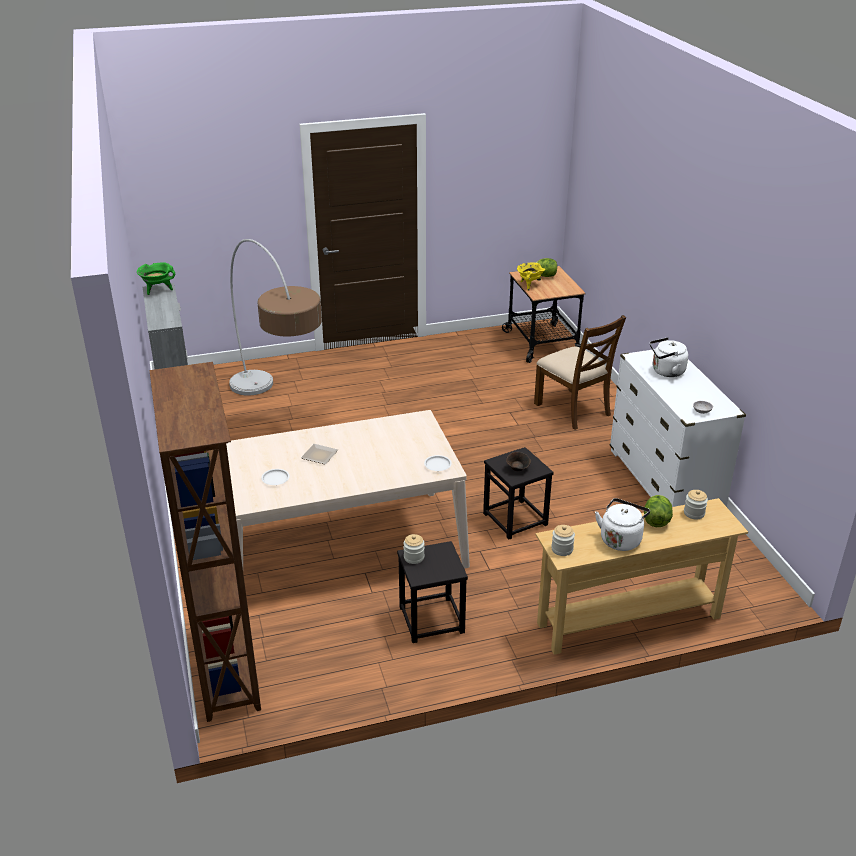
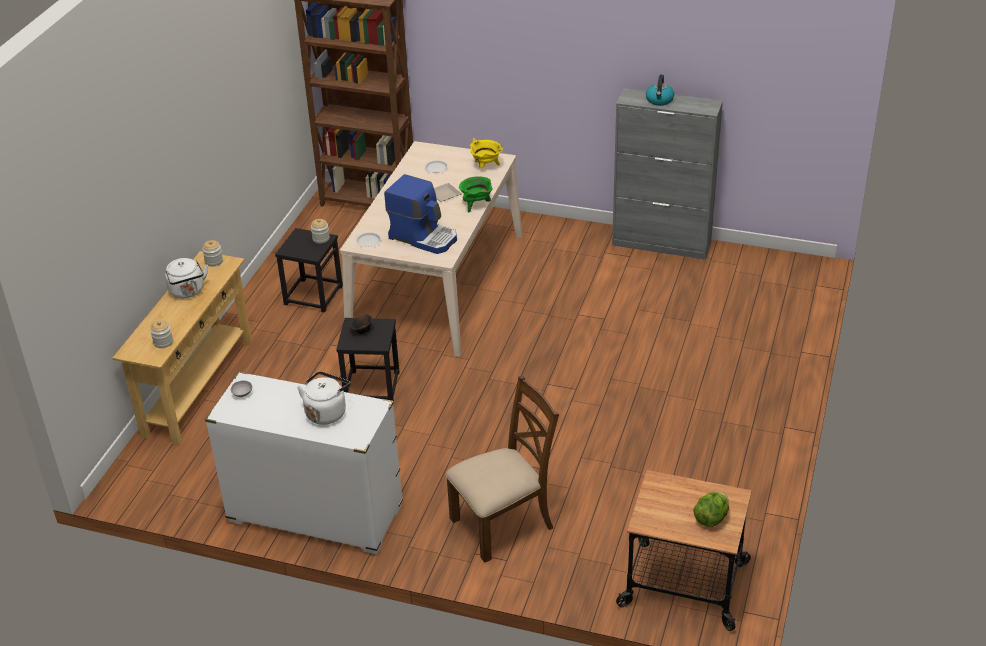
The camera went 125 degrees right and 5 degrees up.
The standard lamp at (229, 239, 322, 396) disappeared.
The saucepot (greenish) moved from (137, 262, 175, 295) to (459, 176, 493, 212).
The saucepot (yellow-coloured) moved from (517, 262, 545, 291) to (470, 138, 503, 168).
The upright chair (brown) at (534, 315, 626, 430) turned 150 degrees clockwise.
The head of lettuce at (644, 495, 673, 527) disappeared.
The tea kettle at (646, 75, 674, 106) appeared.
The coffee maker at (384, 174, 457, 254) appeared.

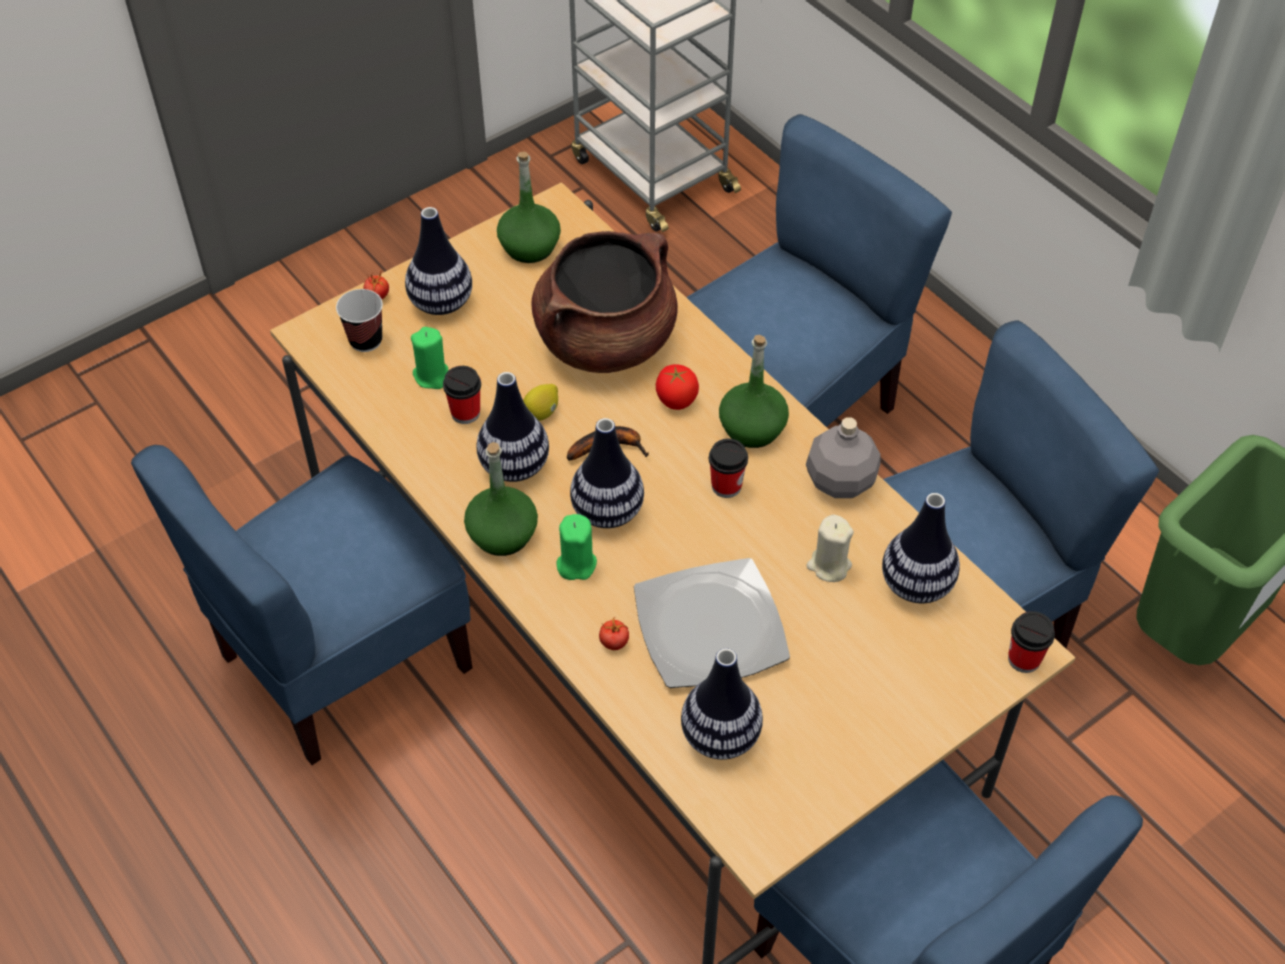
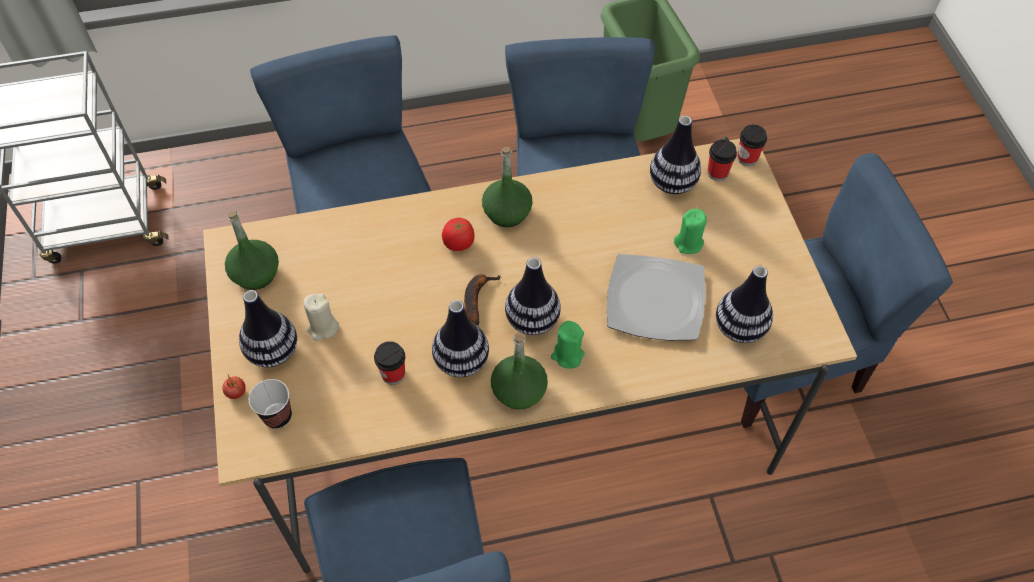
The camera went 65 degrees left and 5 degrees up.
The saucepot (brown) at (531, 231, 678, 373) disappeared.
The wax light (greenish) moved from (411, 327, 448, 389) to (674, 209, 707, 254).
The citrus fruit at (523, 384, 558, 421) disappeared.
The bottle (greyish) at (806, 417, 881, 498) disappeared.
The small cup moved from (709, 438, 748, 498) to (708, 139, 737, 181).
The wax light (sand-coloured) moved from (806, 515, 854, 582) to (304, 294, 339, 341).
The whole tomato at (599, 617, 629, 650) disappeared.

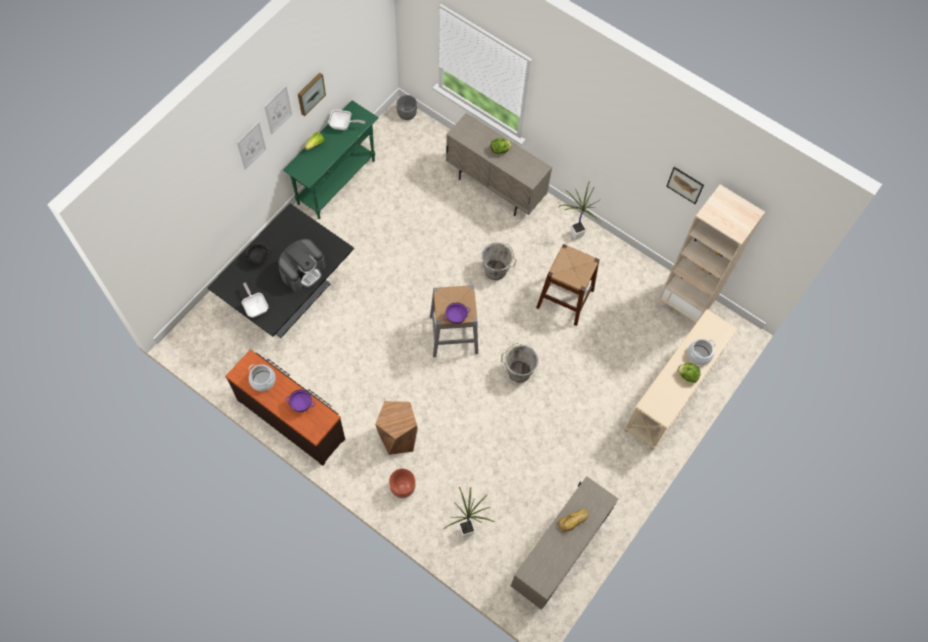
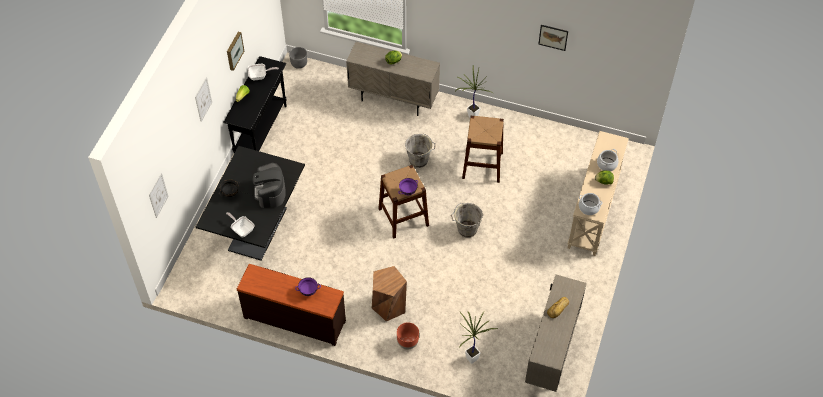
The camera went 15 degrees left and 10 degrees down.
The wall picture moved from (264, 86, 292, 135) to (149, 173, 169, 218).
The console table (greenish) at (283, 100, 378, 219) became the console table (blackish) at (223, 56, 287, 153).
The bookshelf (sand-coloured) at (658, 184, 765, 327) disappeared.
The coffee maker at (278, 239, 326, 292) turned 150 degrees clockwise.
The stool (greyish) at (430, 285, 478, 357) became the stool (brown) at (378, 165, 429, 239).
The saucepot moved from (249, 364, 276, 391) to (579, 193, 603, 215).

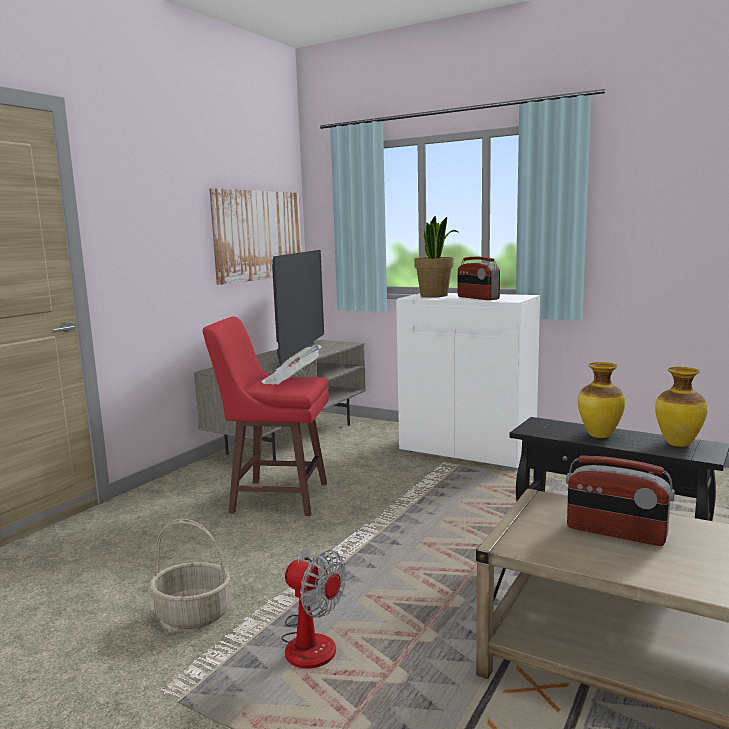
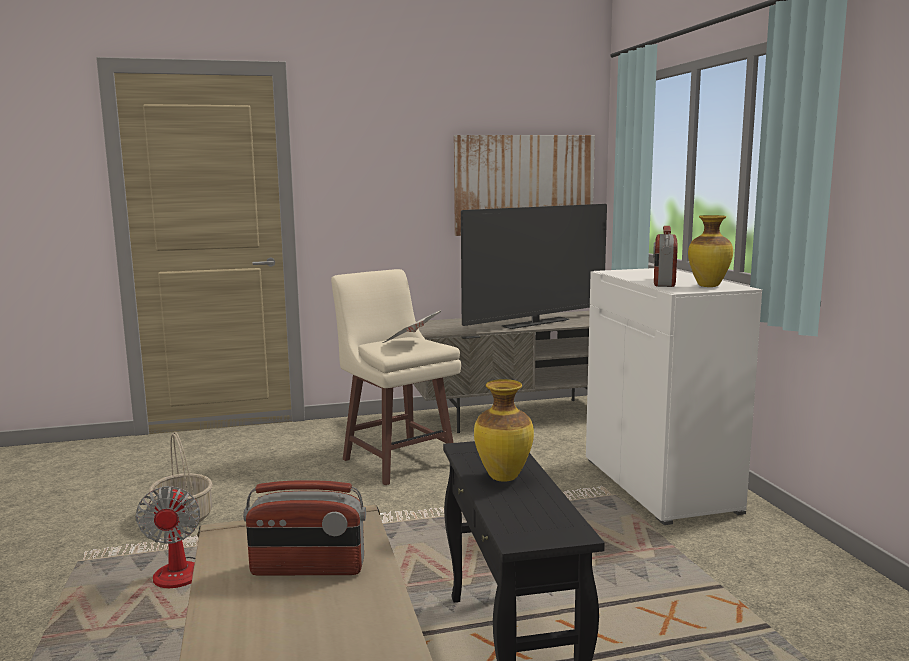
The camera went 45 degrees right and 0 degrees up.
The potted plant at (414, 216, 459, 297) disappeared.
The stool (red) at (203, 316, 329, 516) became the stool (sand-coloured) at (331, 269, 461, 485).
The flower vase moved from (655, 367, 708, 447) to (688, 215, 733, 287).
The radio receiver at (566, 455, 675, 546) turned 75 degrees counterclockwise.

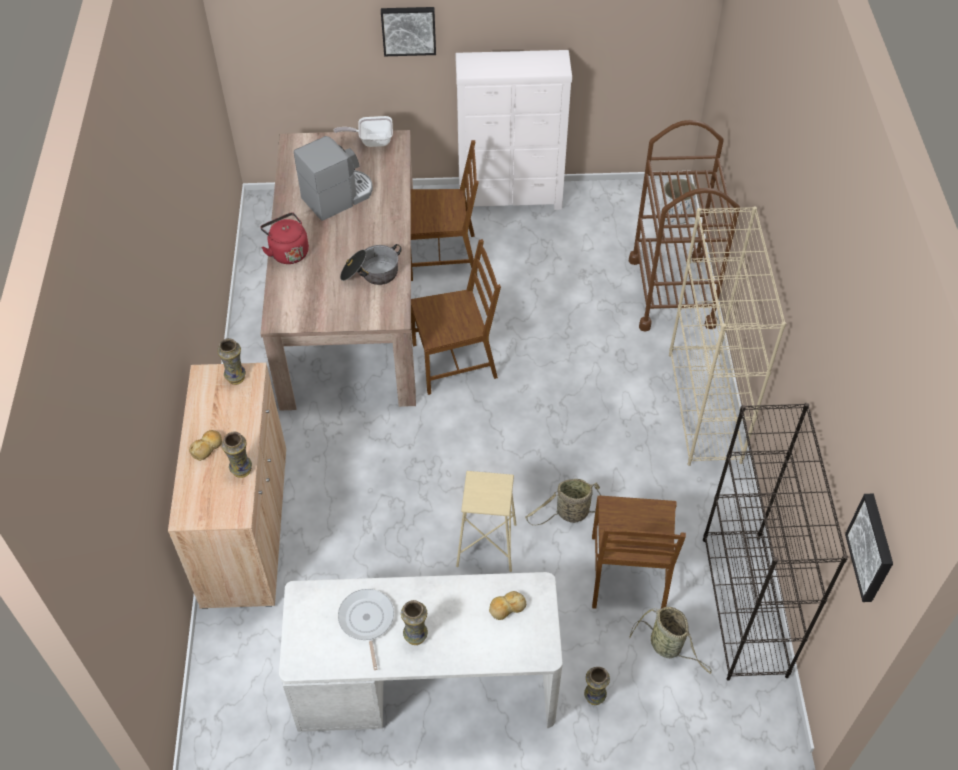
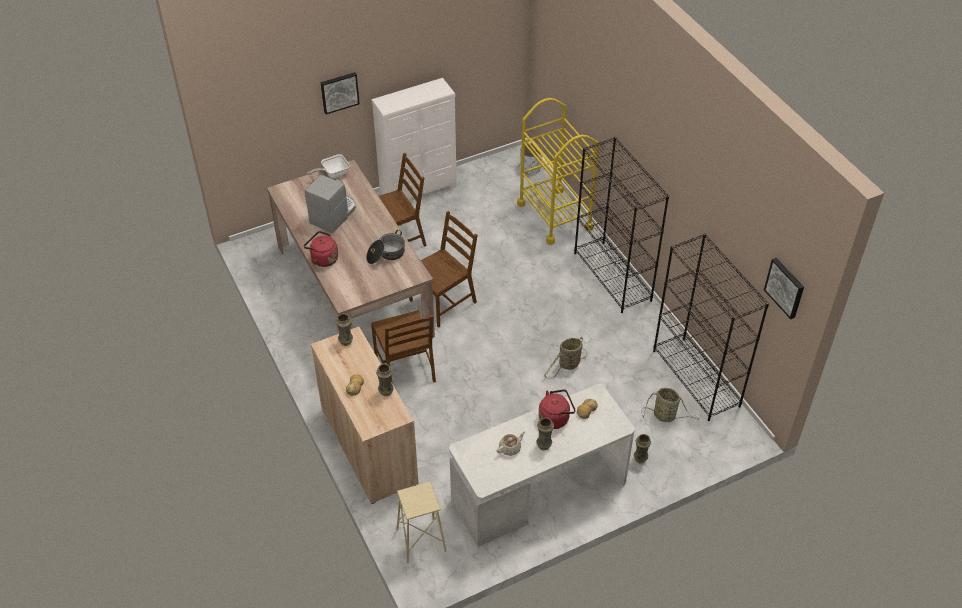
The camera went 25 degrees left and 5 degrees down.
The trolley (brown) at (629, 120, 740, 332) became the trolley (yellow-coloured) at (517, 98, 599, 245).
The bookshelf (sand-coloured) at (669, 206, 786, 466) became the bookshelf (blackish) at (574, 137, 669, 313).
The stool (sand-coloured) moved from (456, 471, 516, 572) to (397, 482, 447, 564).
The upright chair (brown) moved from (592, 495, 686, 609) to (371, 310, 436, 384).
The frying pan at (338, 589, 394, 670) was replaced by the tea pot (sand-coloured) at (496, 431, 525, 456).
The tea kettle (red) at (538, 389, 576, 429) appeared.

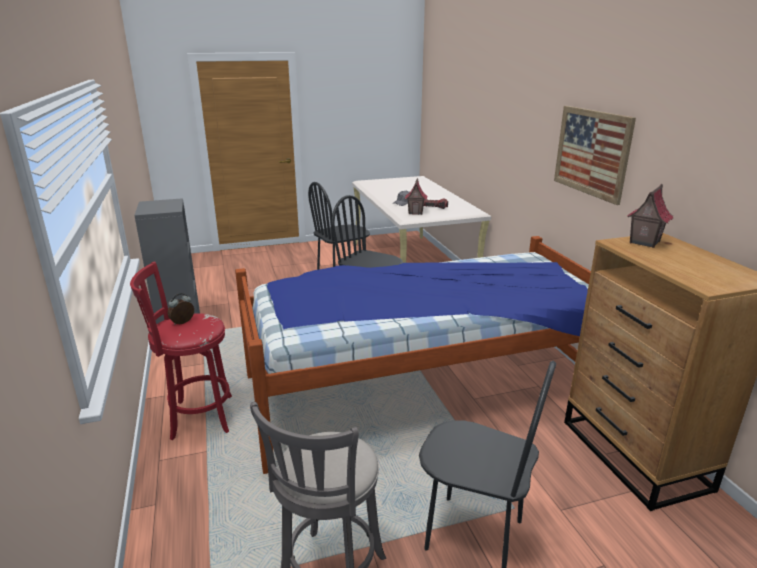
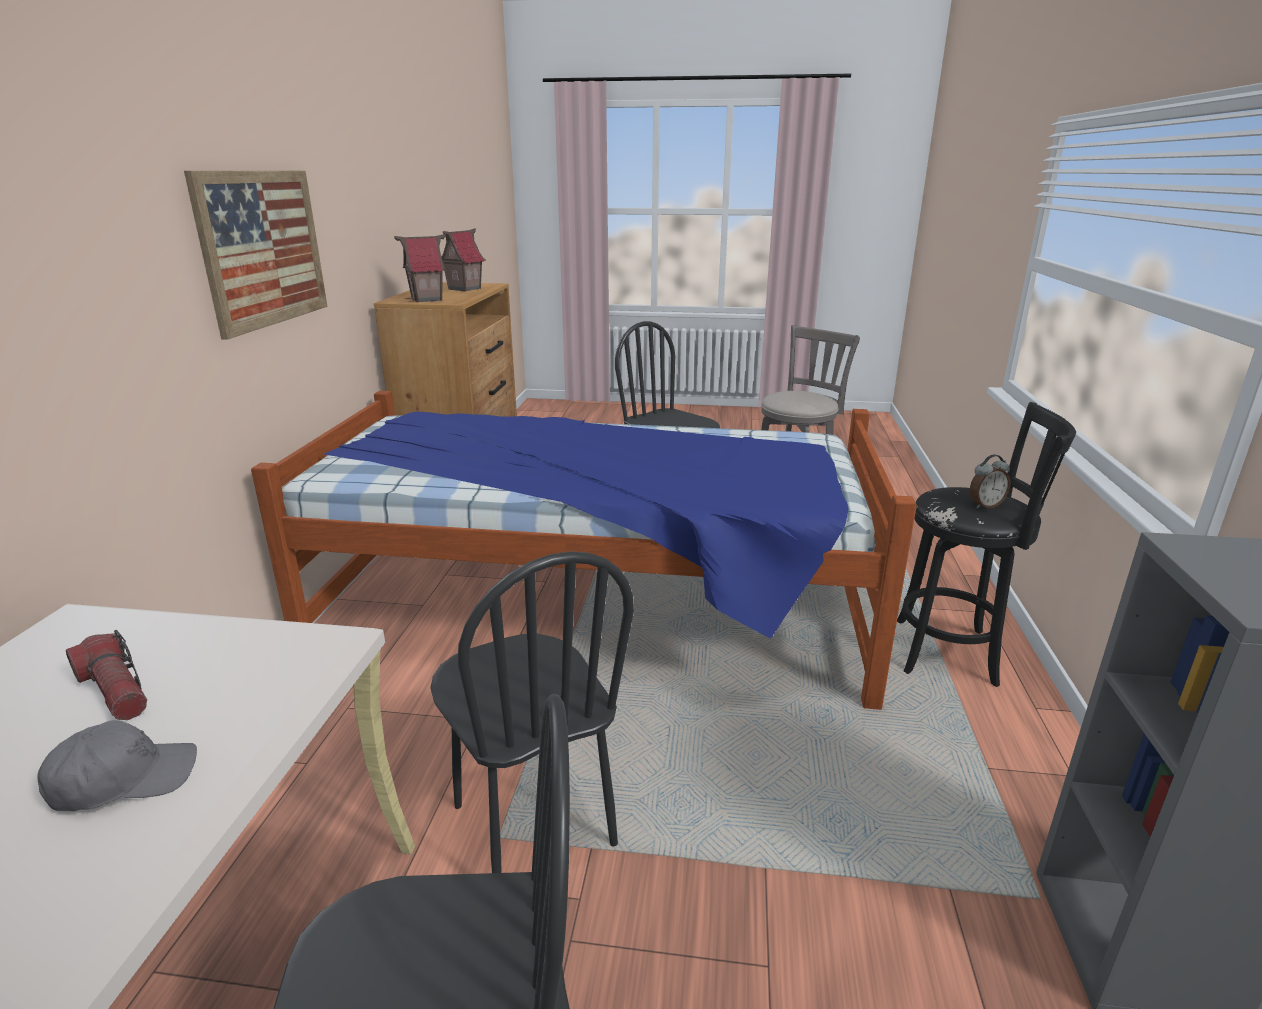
The camera went 155 degrees left and 0 degrees up.
The miniature house moved from (405, 178, 428, 215) to (442, 228, 486, 292).
The stool (red) at (130, 261, 232, 440) became the stool (blackish) at (897, 402, 1076, 687).

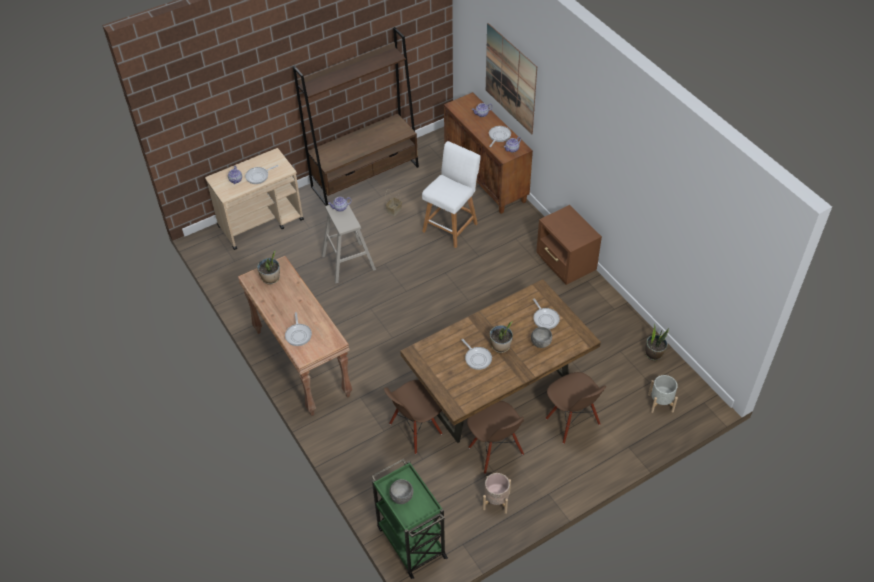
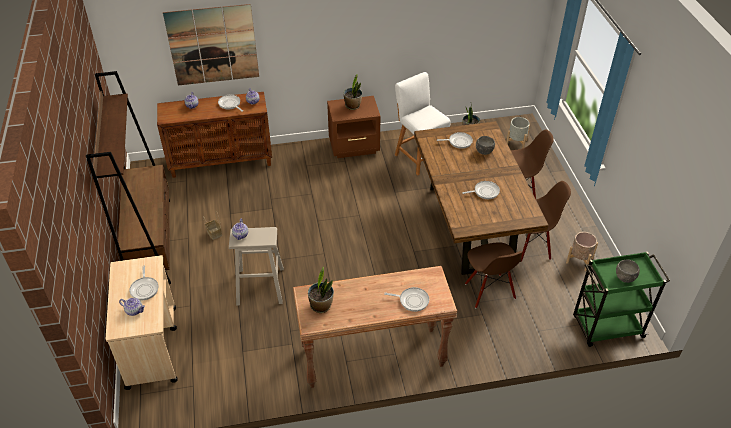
The camera went 70 degrees left and 5 degrees down.
The stool (white-coloured) moved from (422, 141, 481, 248) to (395, 72, 450, 176).
The potted plant moved from (490, 322, 513, 353) to (344, 74, 362, 110).

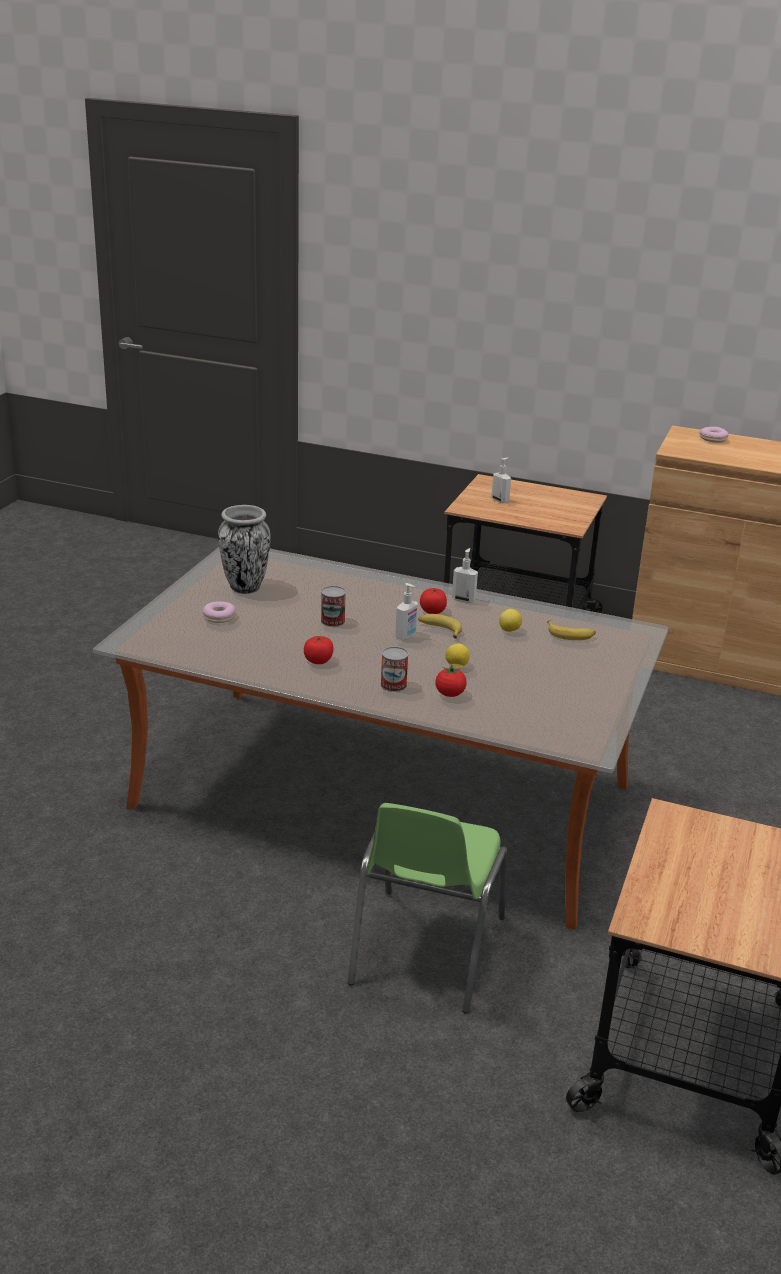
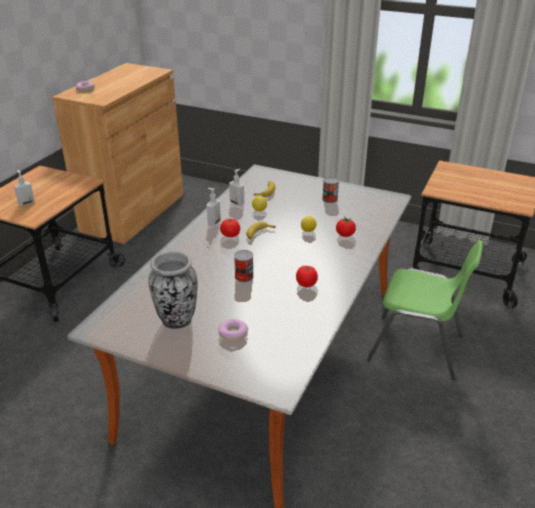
The camera went 85 degrees left and 5 degrees up.
The soap bottle moved from (395, 583, 418, 640) to (229, 169, 244, 206).
The can moved from (380, 647, 409, 692) to (322, 177, 339, 203).

